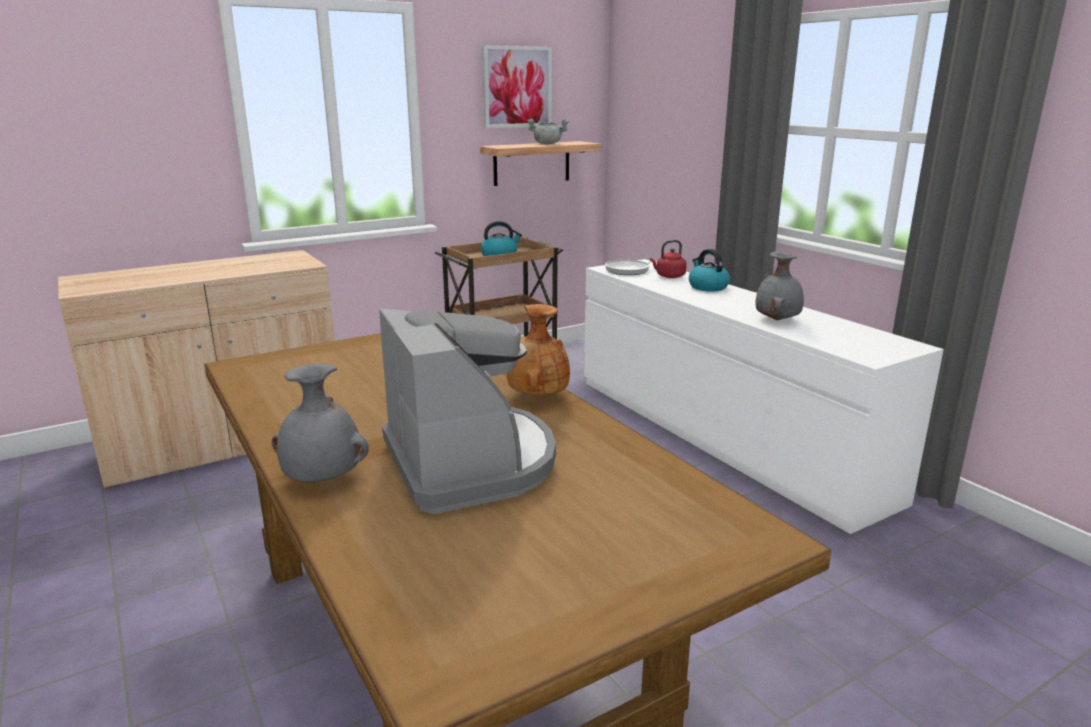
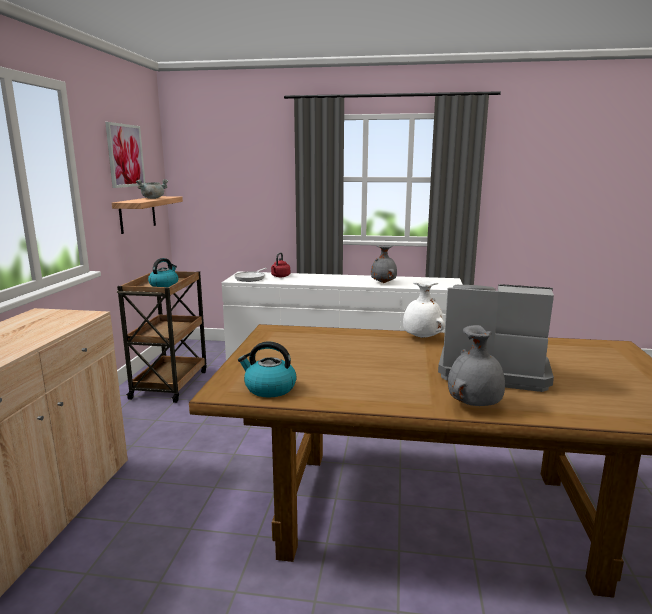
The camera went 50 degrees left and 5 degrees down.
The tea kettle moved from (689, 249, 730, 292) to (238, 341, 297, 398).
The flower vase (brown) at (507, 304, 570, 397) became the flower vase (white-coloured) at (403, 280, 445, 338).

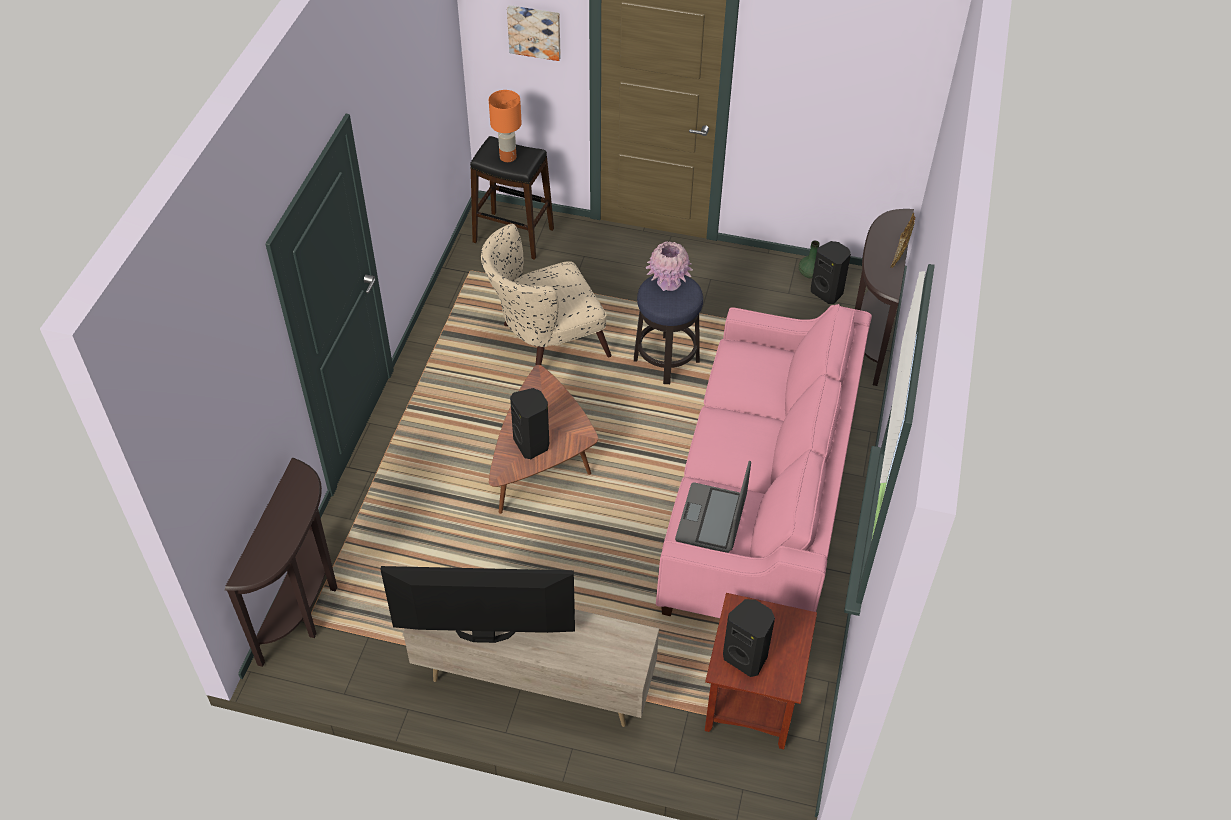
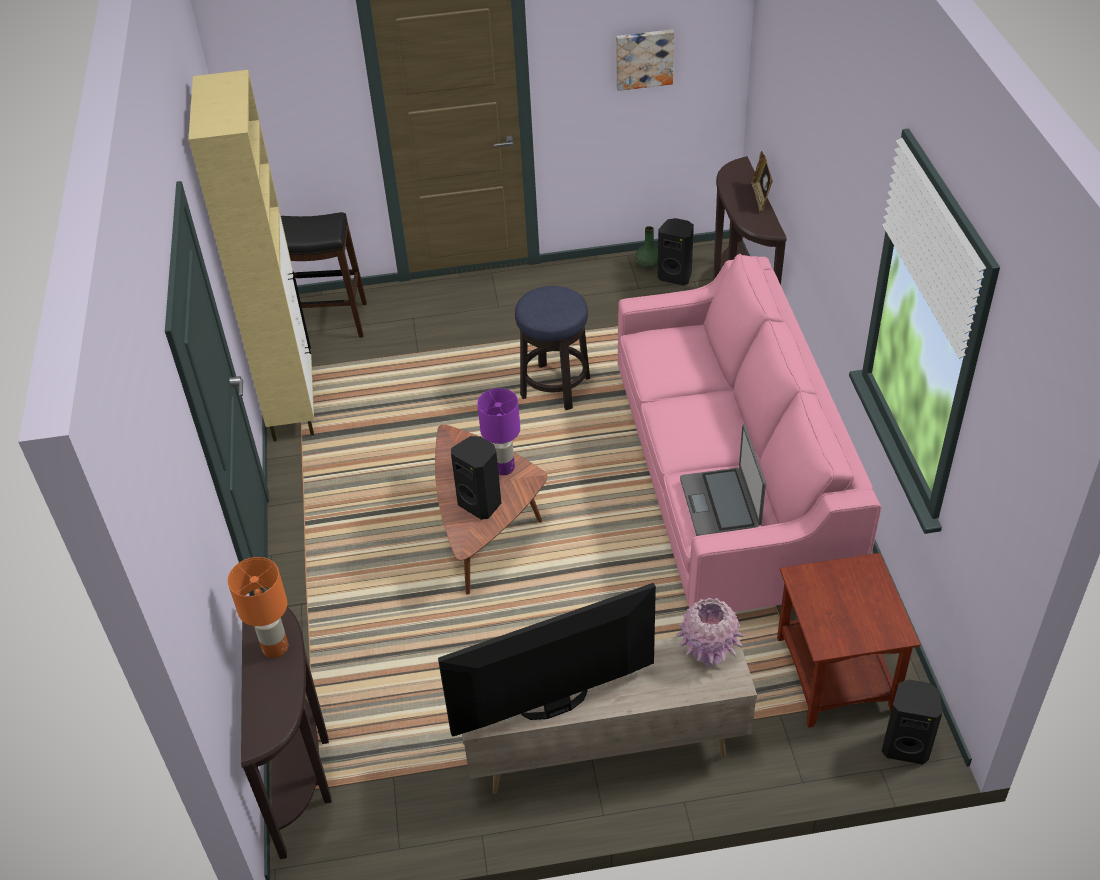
The camera went 20 degrees left and 5 degrees down.
The wall picture moved from (507, 5, 561, 61) to (616, 29, 674, 91).
The lamp for a table (orangey) moved from (489, 90, 522, 162) to (228, 557, 288, 658).
The lounge chair (sand-coloured) at (481, 224, 611, 366) disappeared.
The flower vase (pinkish) moved from (646, 241, 693, 291) to (675, 598, 744, 667).
The loudspeaker (blackish) moved from (723, 599, 775, 677) to (882, 679, 942, 765).
The storage cabinet (sand-coloured) at (189, 70, 314, 442) appeared.
The lamp for a table (purple) at (477, 388, 520, 475) appeared.

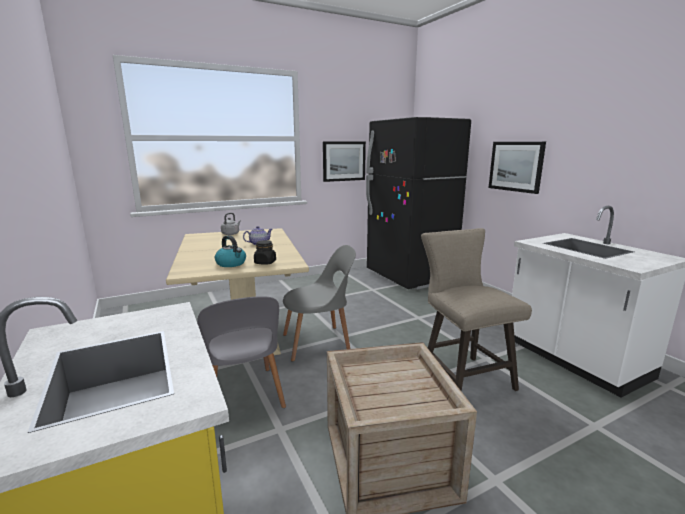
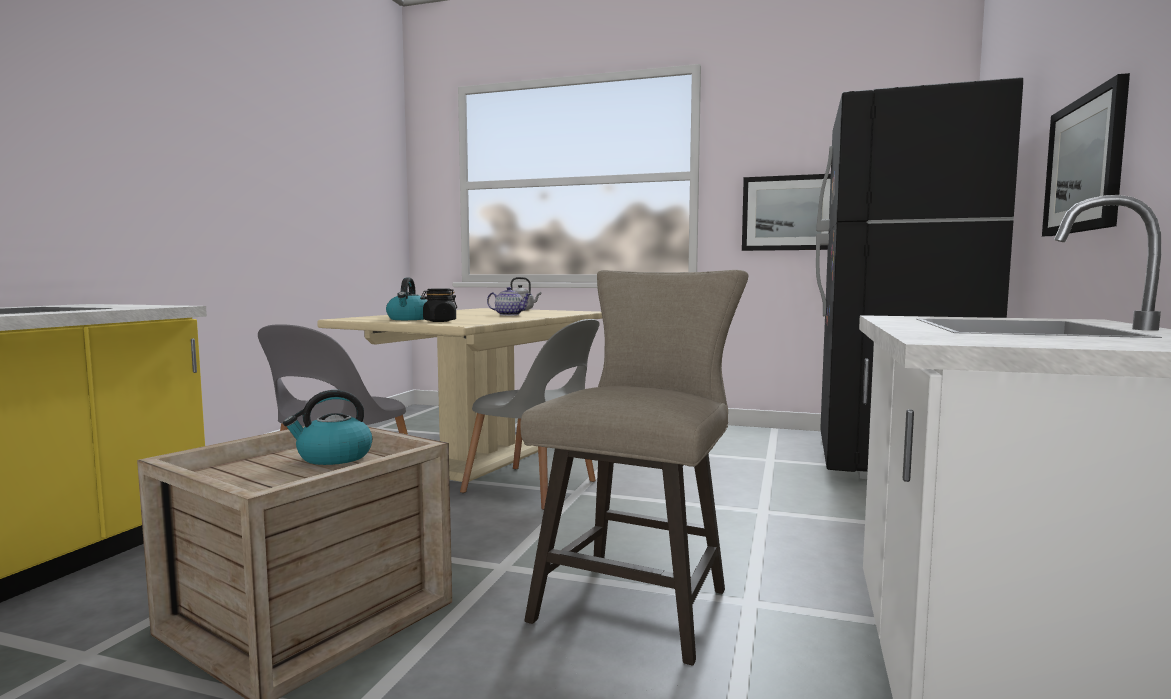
The camera went 45 degrees right and 10 degrees down.
The tea kettle at (283, 390, 372, 465) appeared.

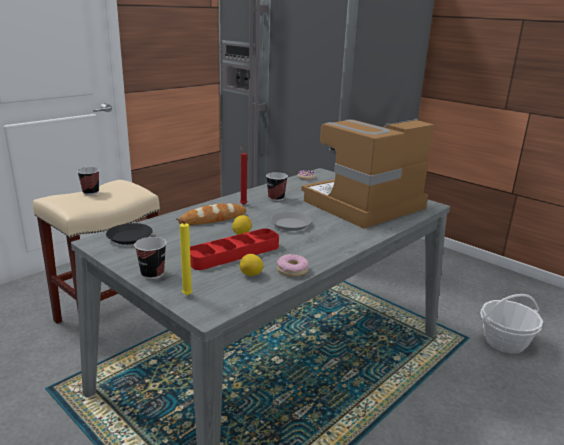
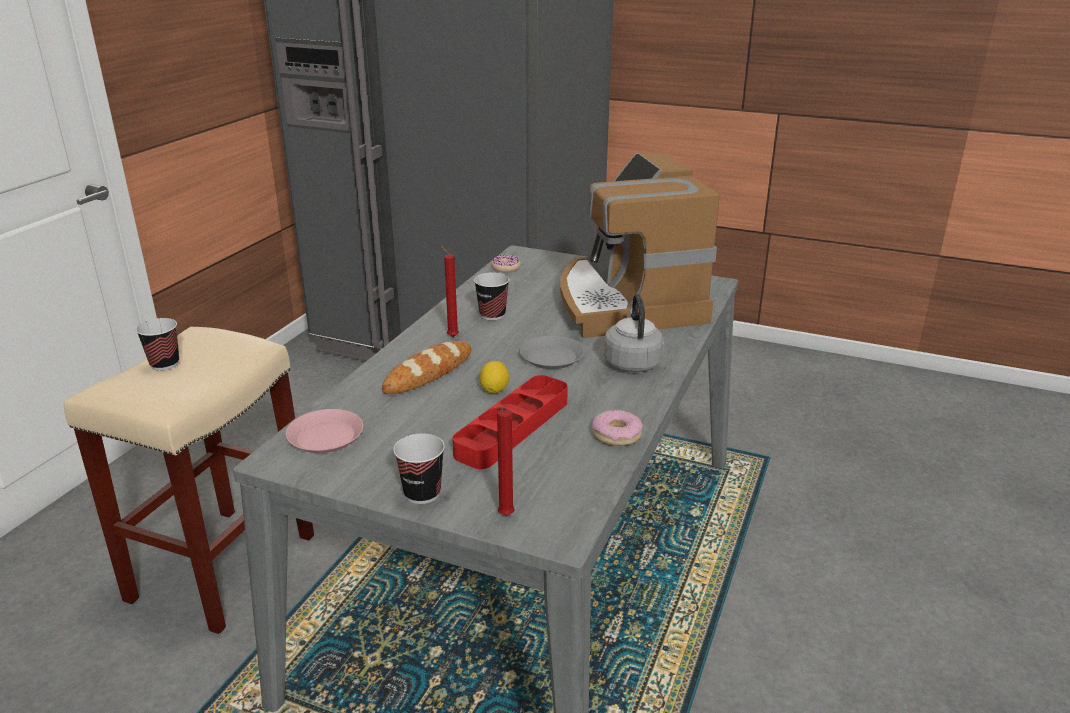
The camera went 20 degrees left and 5 degrees up.
The coffee maker at (301, 119, 434, 229) turned 45 degrees counterclockwise.
The wax light (yellow-coloured) at (176, 219, 193, 296) became the wax light (red) at (497, 406, 515, 516).
The dinner plate (blackish) at (106, 223, 153, 245) became the dinner plate (pinkish) at (286, 409, 363, 453).
The citrus fruit at (240, 254, 263, 276) disappeared.
The basket at (480, 294, 543, 354) disappeared.
The tea kettle (greyish) at (604, 294, 664, 372) appeared.

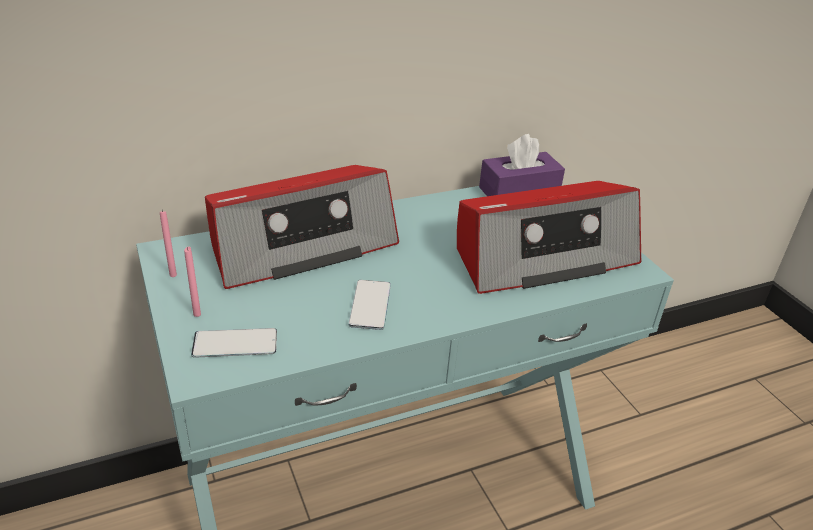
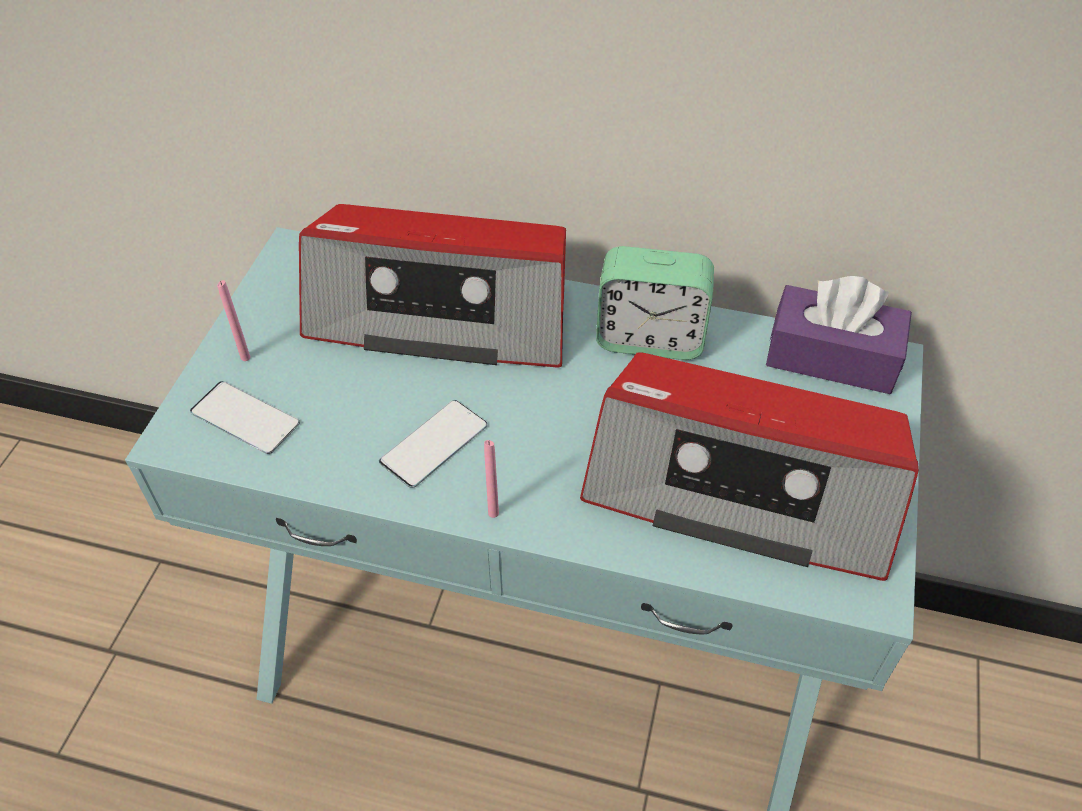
The camera went 40 degrees right and 15 degrees up.
The wax light (pinkish) moved from (160, 210, 177, 277) to (484, 440, 499, 518).
The bedside clock at (596, 246, 714, 360) appeared.

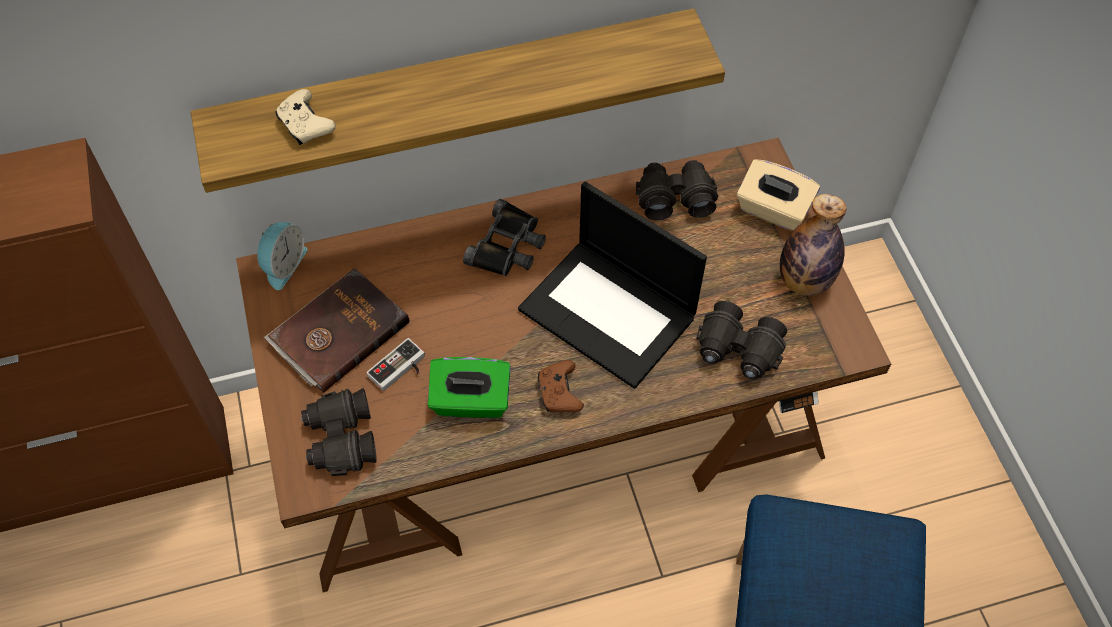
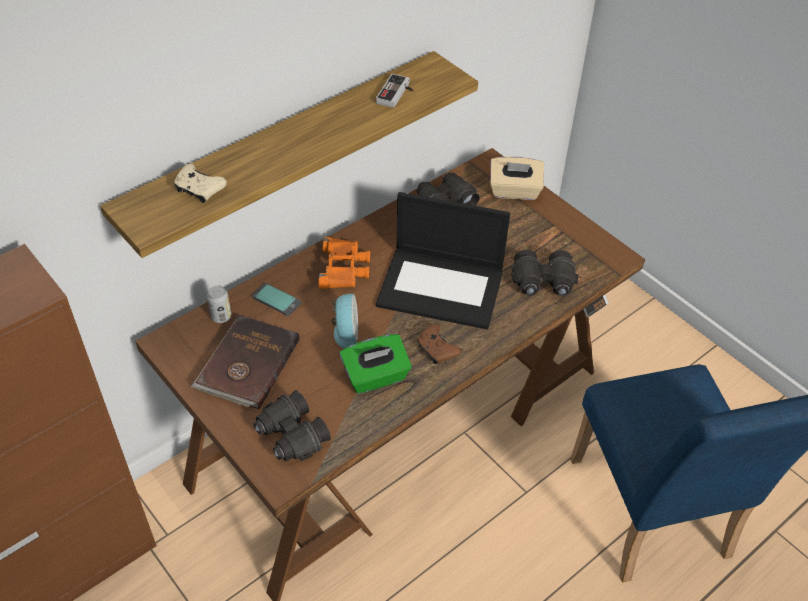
The camera went 25 degrees left and 10 degrees down.
The bottle at (780, 194, 847, 296) disappeared.
The pair of binoculars (blackish) at (463, 199, 546, 276) became the pair of binoculars (orangey) at (319, 237, 370, 289).
The bedside clock moved from (257, 222, 307, 290) to (332, 294, 358, 349).
The game controller moved from (366, 338, 425, 391) to (376, 74, 414, 108).
The handset at (252, 283, 301, 316) appeared.
The can at (207, 285, 231, 323) appeared.

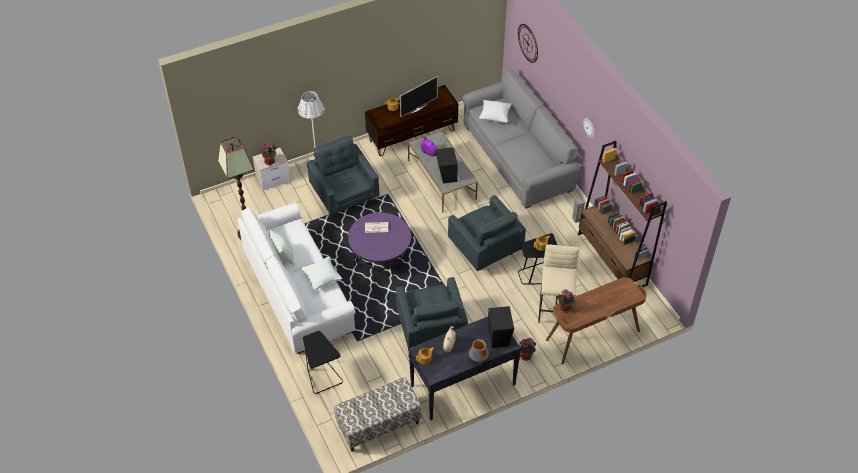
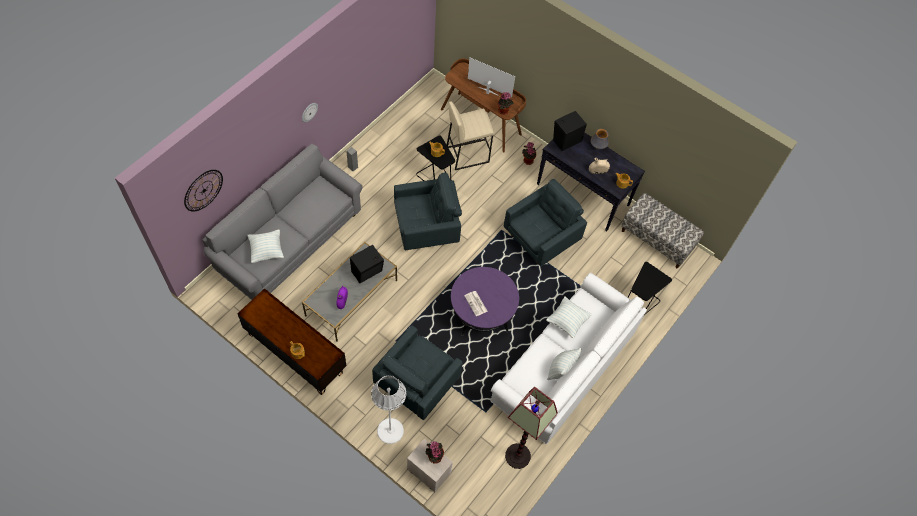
The camera went 120 degrees left and 10 degrees up.
The television moved from (400, 76, 438, 117) to (468, 58, 515, 97).
The bookshelf (brown) at (578, 141, 667, 287) disappeared.
The lounge chair (greyish) at (448, 195, 526, 271) turned 45 degrees clockwise.

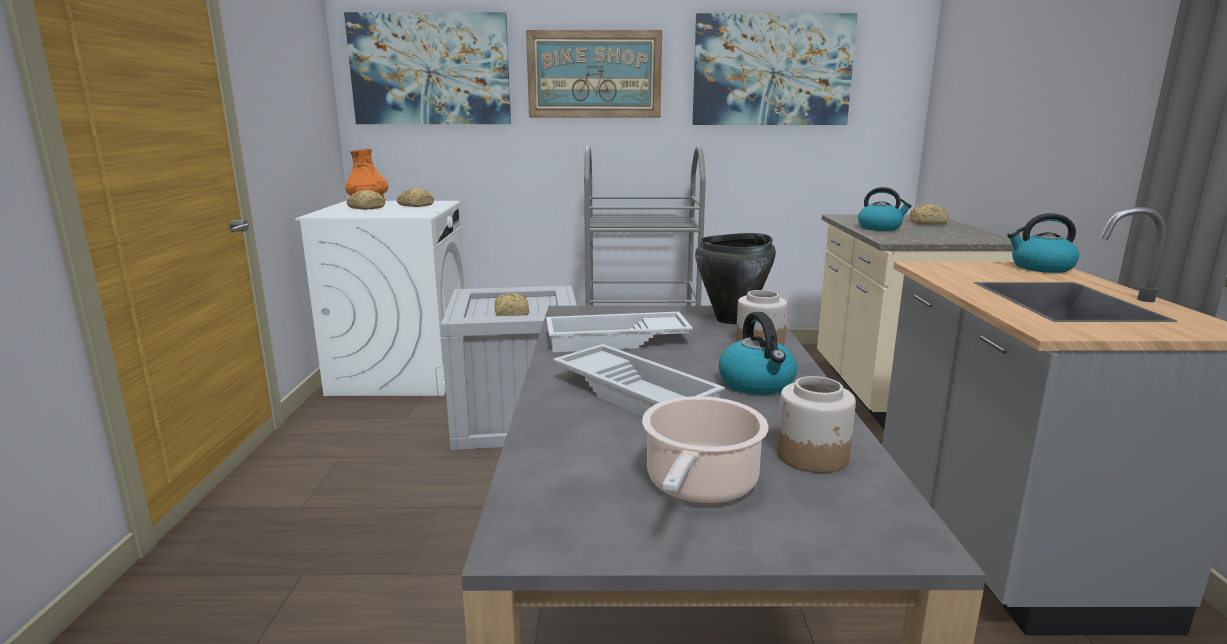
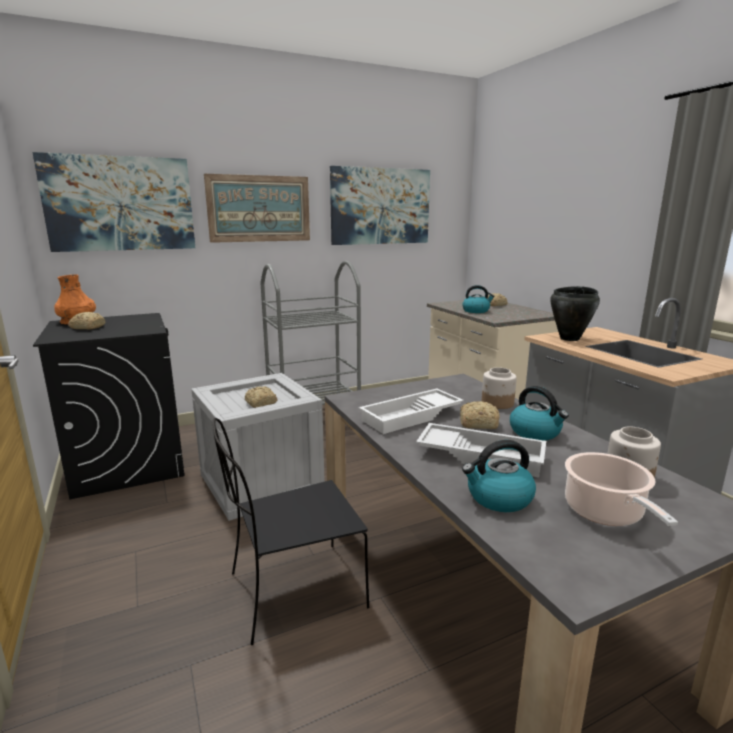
The camera went 25 degrees left and 0 degrees up.
The baked bread moved from (397, 188, 434, 207) to (460, 401, 500, 429).
The washing machine (white-coloured) at (295, 201, 466, 396) became the washing machine (blackish) at (33, 313, 185, 500).
The tea kettle moved from (1007, 213, 1079, 273) to (462, 440, 536, 512).
The saucepot (blackish) moved from (695, 233, 776, 324) to (550, 286, 600, 341).
The upright chair (blackish) at (213, 418, 369, 645) appeared.

